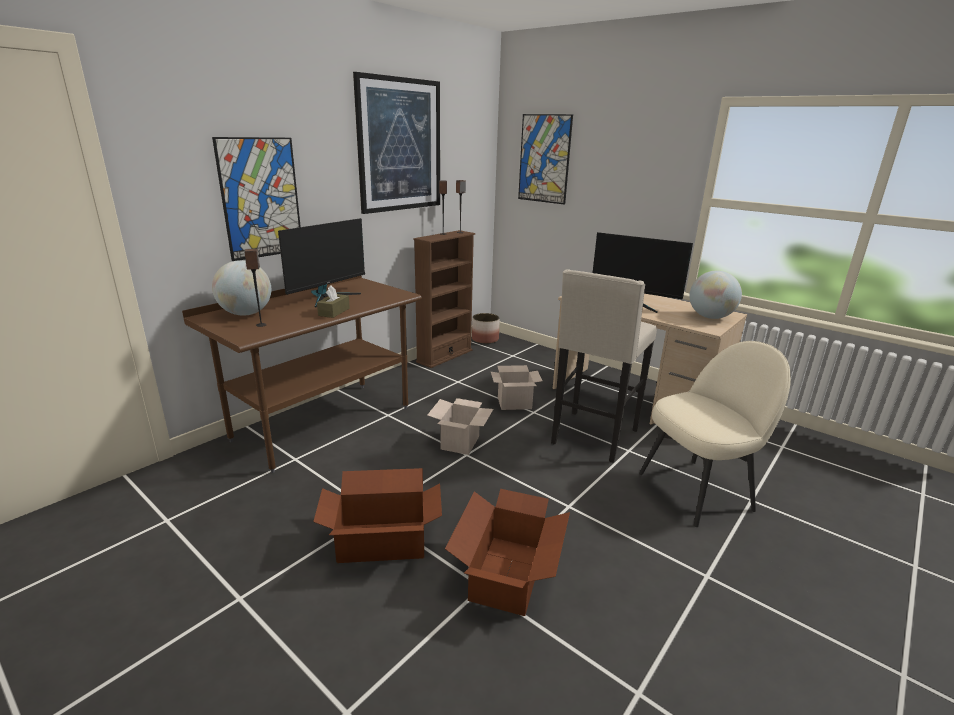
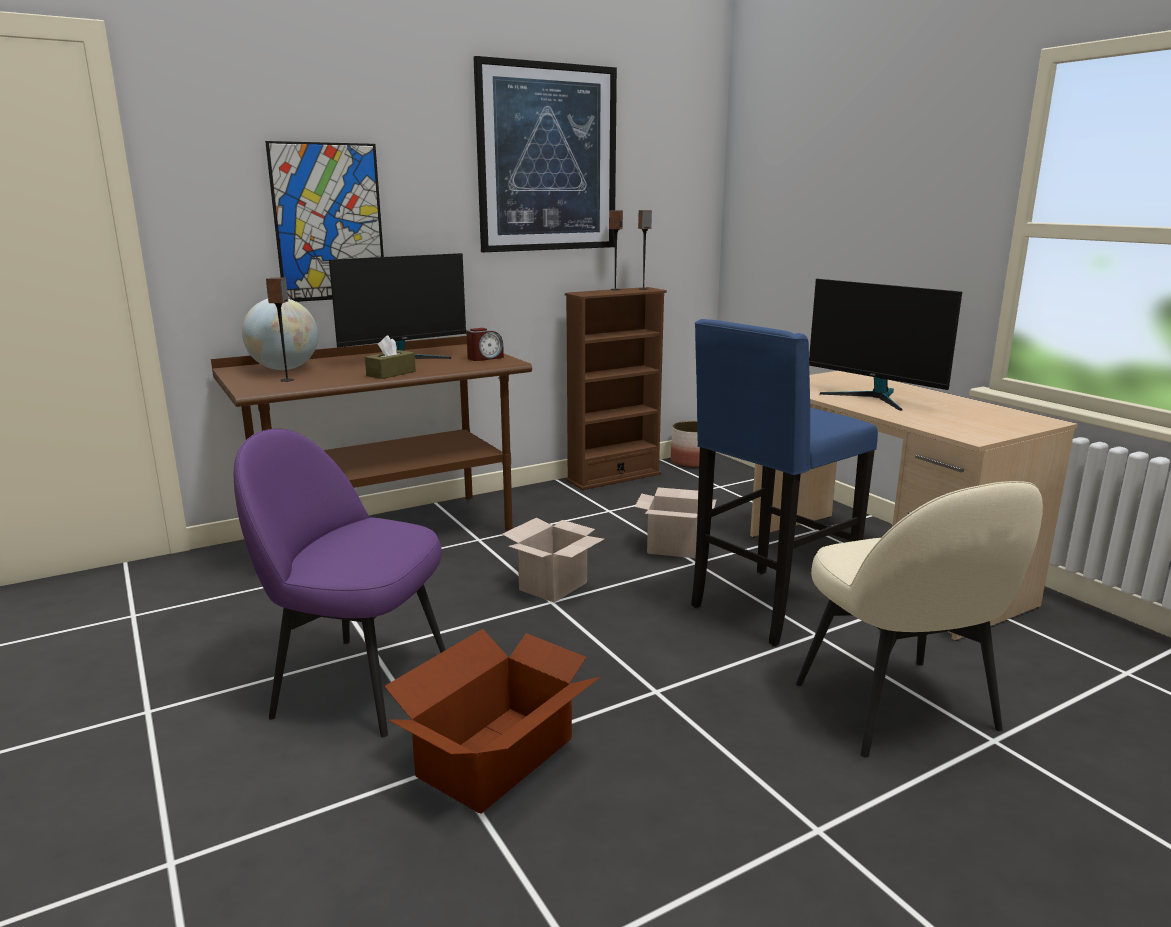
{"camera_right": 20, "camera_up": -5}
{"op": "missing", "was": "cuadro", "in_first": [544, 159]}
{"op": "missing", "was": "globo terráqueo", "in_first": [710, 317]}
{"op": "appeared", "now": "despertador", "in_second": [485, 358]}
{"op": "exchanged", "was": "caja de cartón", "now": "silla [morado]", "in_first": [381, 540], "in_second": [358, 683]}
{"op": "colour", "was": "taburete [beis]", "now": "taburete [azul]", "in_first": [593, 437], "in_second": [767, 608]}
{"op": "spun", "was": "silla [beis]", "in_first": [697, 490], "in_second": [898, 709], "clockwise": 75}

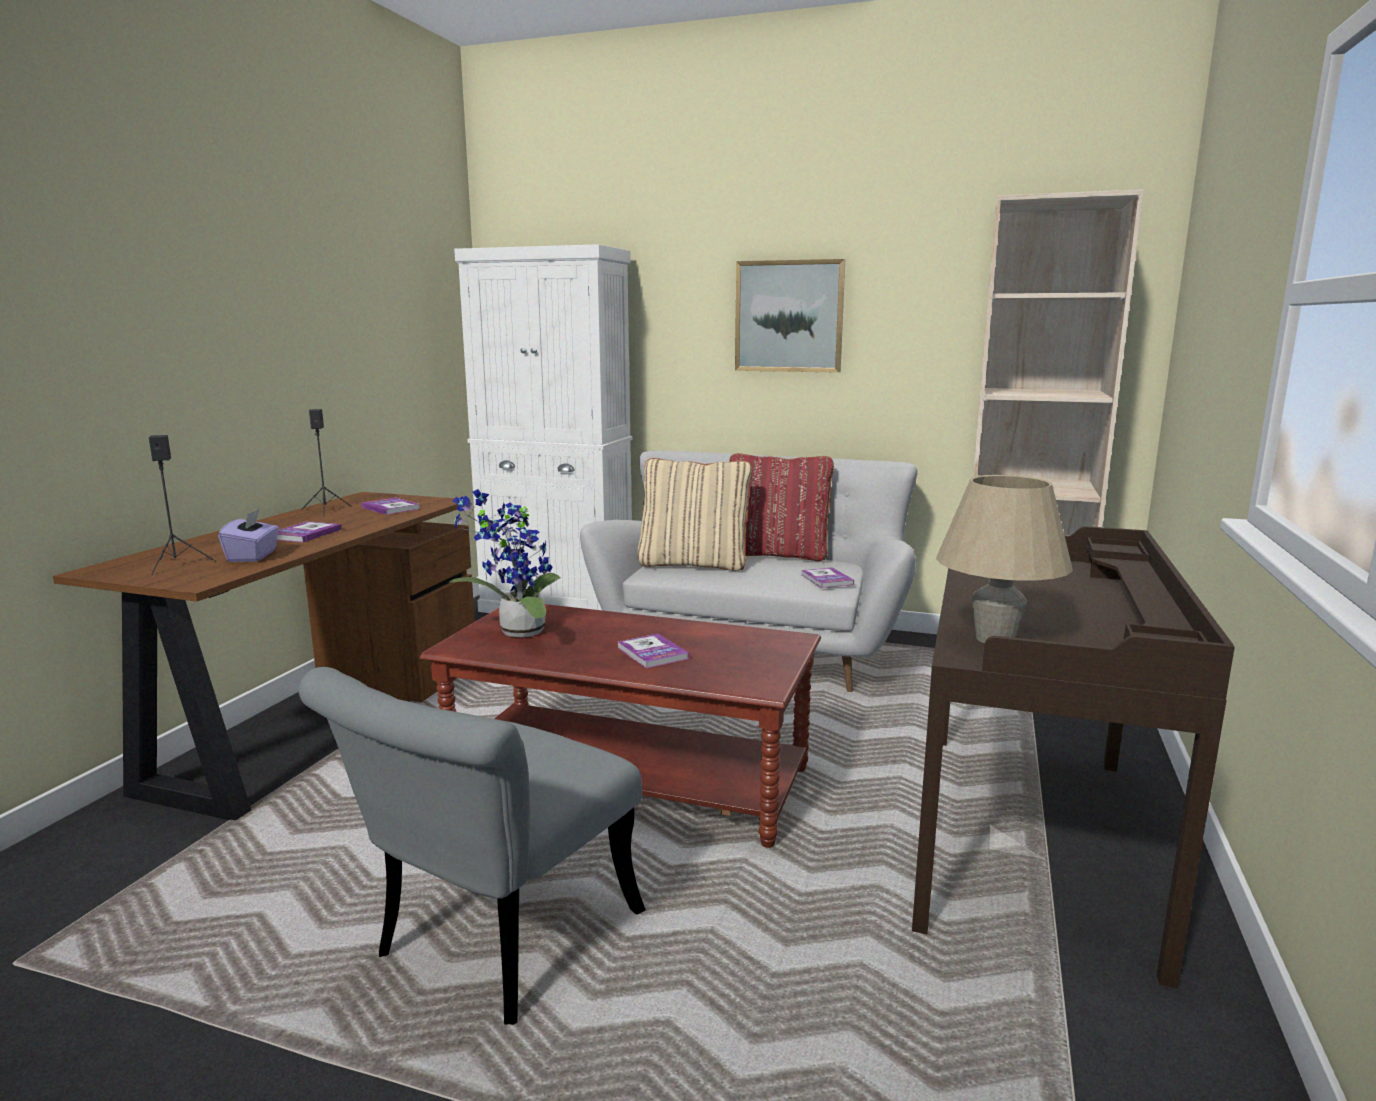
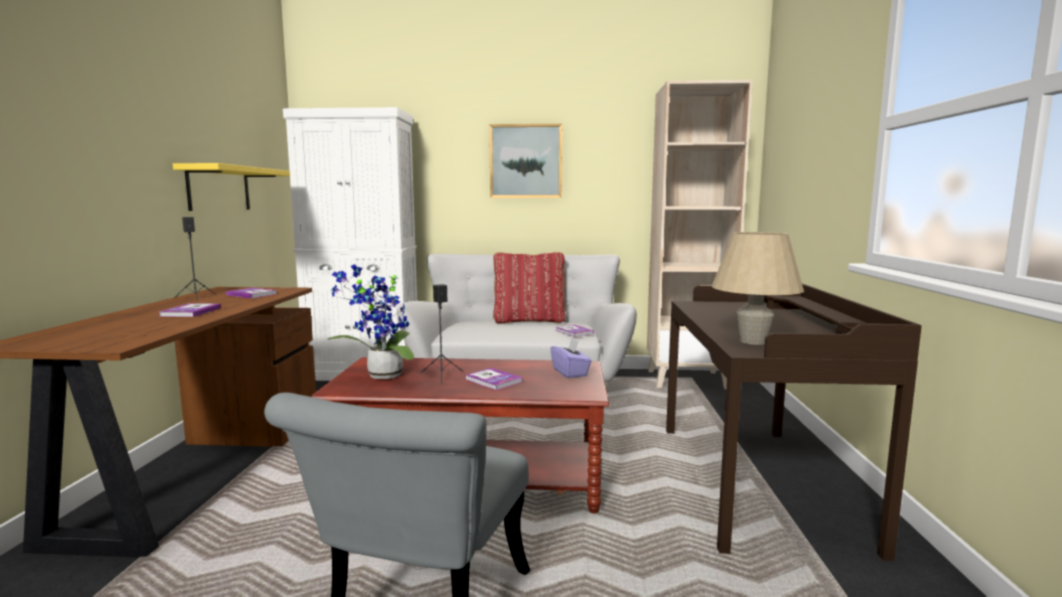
{"camera_right": -15, "camera_up": -5}
{"op": "missing", "was": "cojín [beis]", "in_first": [694, 564]}
{"op": "appeared", "now": "estante [amarillo]", "in_second": [219, 188]}
{"op": "relocated", "was": "altavoz [negro]", "in_first": [176, 565], "in_second": [442, 376]}
{"op": "relocated", "was": "caja de pañuelos [morado]", "in_first": [253, 556], "in_second": [570, 372]}

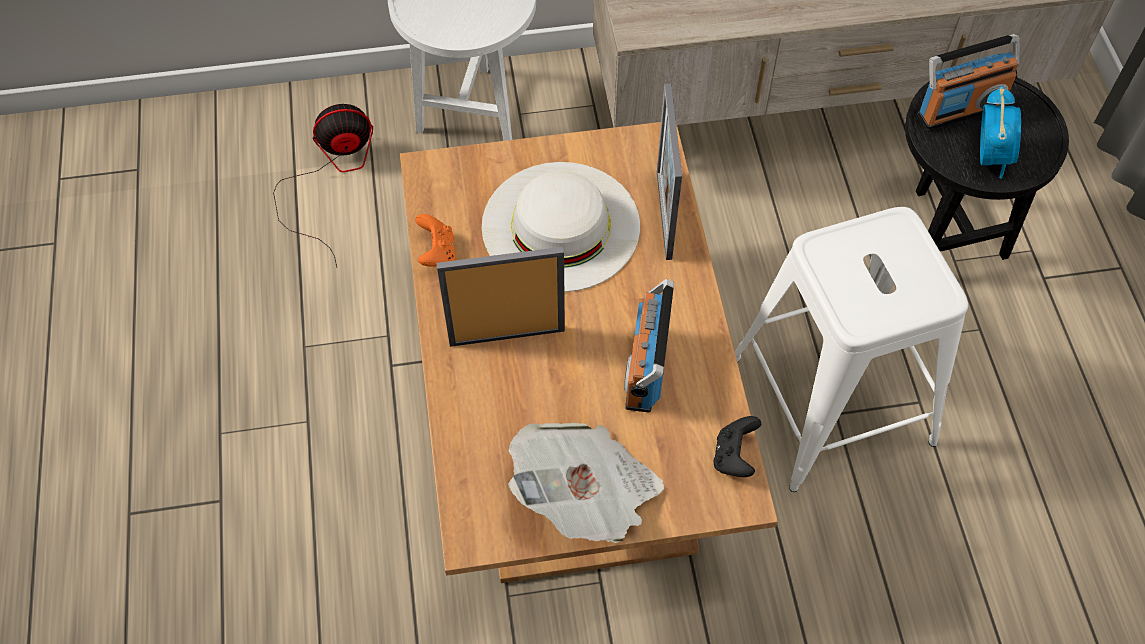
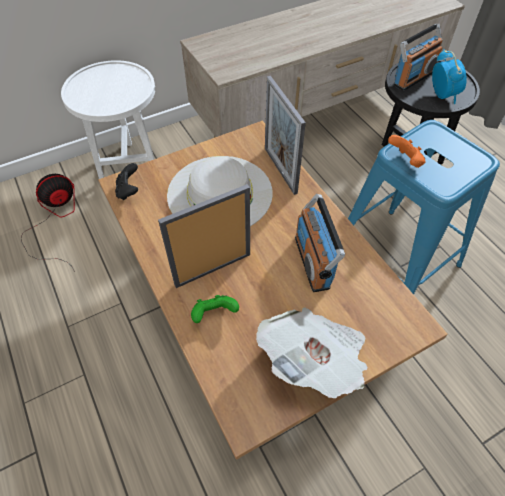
{"camera_right": -20, "camera_up": -5}
{"op": "appeared", "now": "mando de consola [verde]", "in_second": [214, 314]}
{"op": "relocated", "was": "mando de consola [naranja]", "in_first": [437, 253], "in_second": [405, 161]}
{"op": "relocated", "was": "mando de consola [negro]", "in_first": [734, 456], "in_second": [129, 191]}
{"op": "colour", "was": "taburete [blanco]", "now": "taburete [azul]", "in_first": [830, 400], "in_second": [394, 260]}

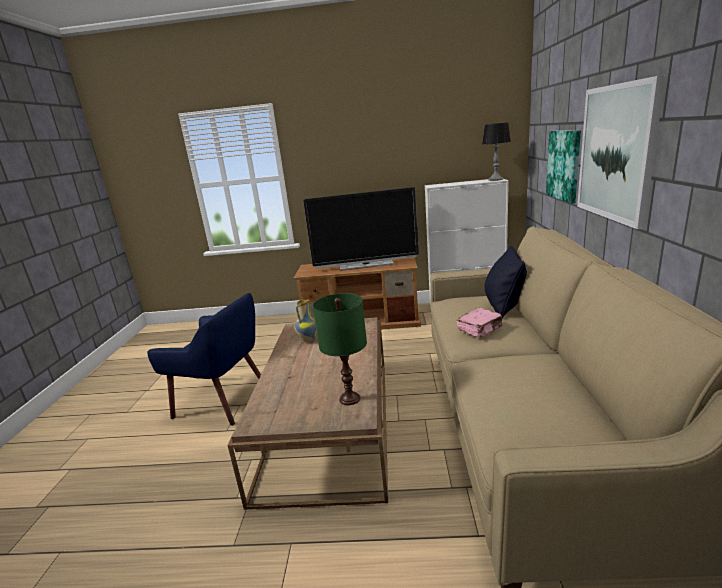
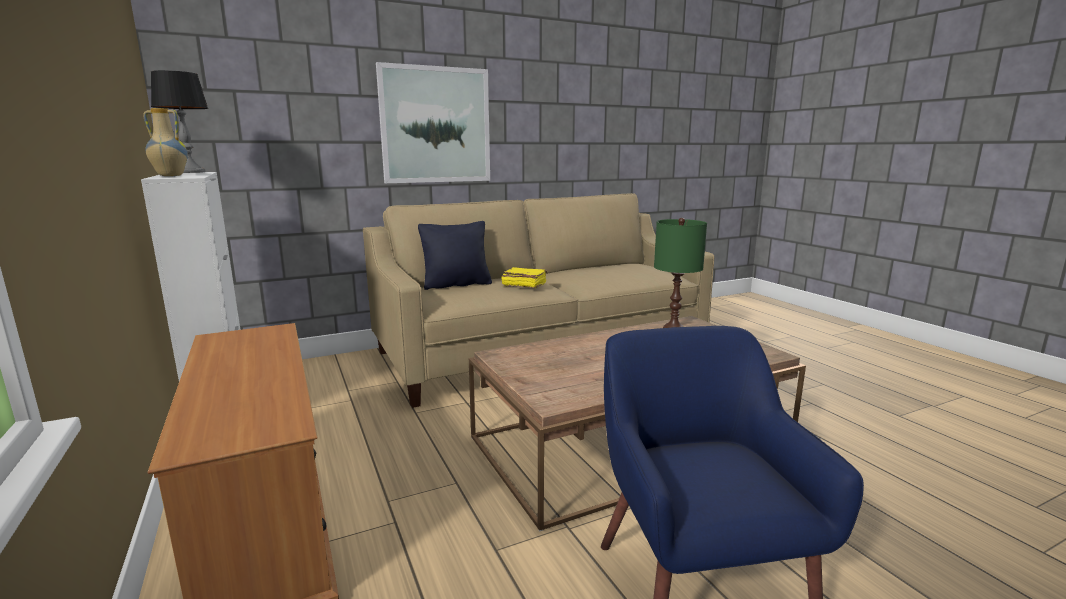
{"camera_right": -120, "camera_up": -5}
{"op": "missing", "was": "televisor", "in_first": [366, 265]}
{"op": "missing", "was": "cuadro", "in_first": [564, 165]}
{"op": "relocated", "was": "florero", "in_first": [307, 339], "in_second": [170, 176]}
{"op": "colour", "was": "libro [rosa]", "now": "libro [amarillo]", "in_first": [480, 329], "in_second": [524, 285]}

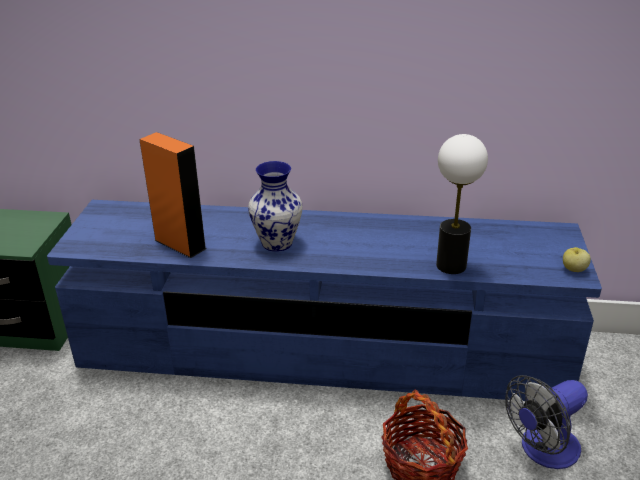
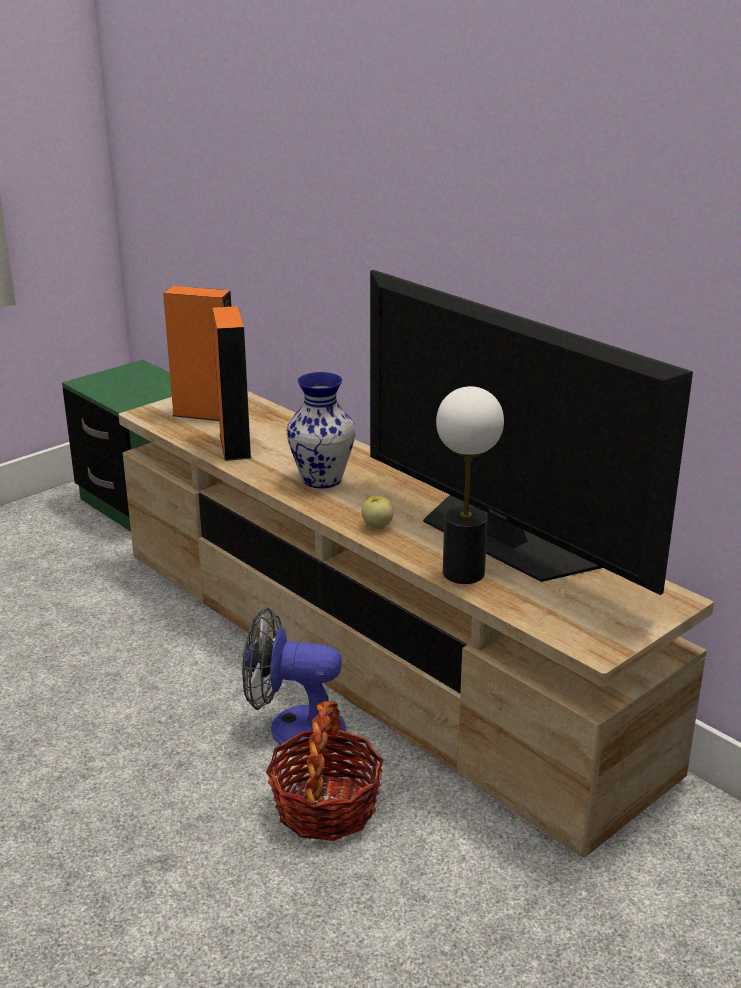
{"camera_right": 40, "camera_up": -5}
{"op": "appeared", "now": "altavoz [naranja]", "in_second": [205, 414]}
{"op": "appeared", "now": "televisor", "in_second": [503, 539]}
{"op": "relocated", "was": "ventilador", "in_first": [542, 451], "in_second": [293, 727]}
{"op": "relocated", "was": "manzana", "in_first": [573, 269], "in_second": [377, 526]}
{"op": "colour", "was": "mueble de televisión [azul]", "now": "mueble de televisión [beis]", "in_first": [321, 351], "in_second": [370, 655]}

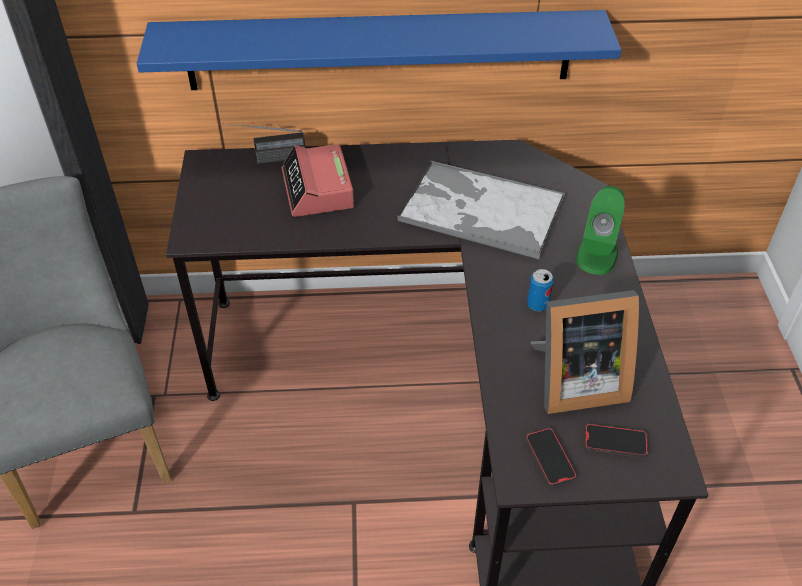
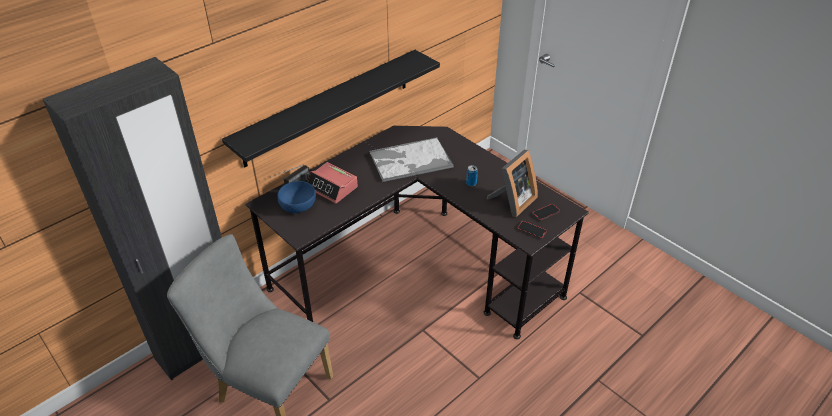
{"camera_right": -40, "camera_up": -5}
{"op": "missing", "was": "altavoz [verde]", "in_first": [597, 254]}
{"op": "appeared", "now": "cuenco [azul]", "in_second": [298, 205]}
{"op": "colour", "was": "estante [azul]", "now": "estante [negro]", "in_first": [379, 50], "in_second": [328, 107]}

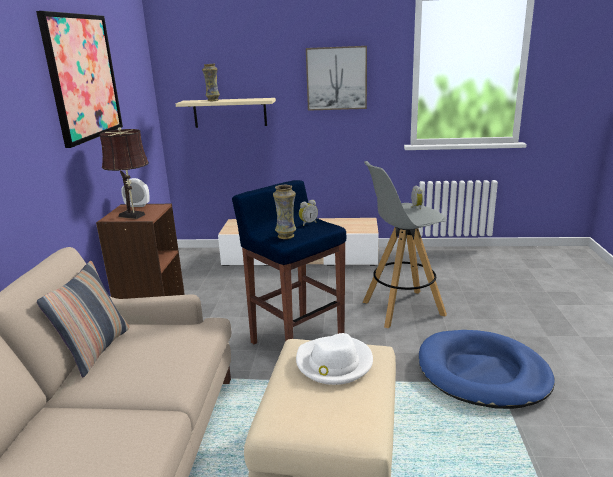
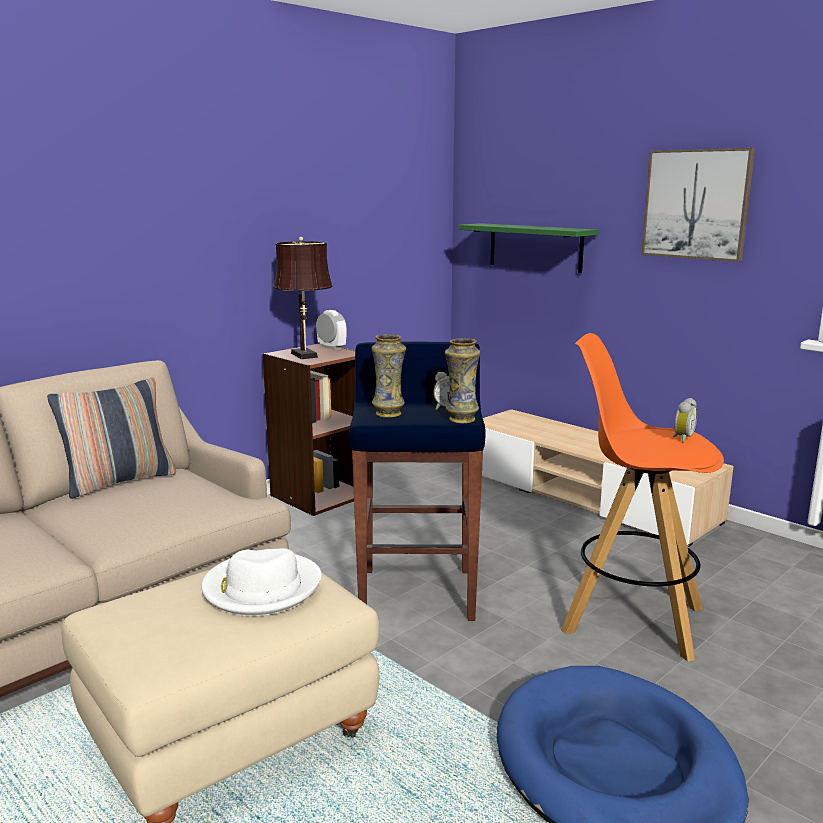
{"camera_right": 40, "camera_up": -5}
{"op": "missing", "was": "cuadro", "in_first": [83, 77]}
{"op": "relocated", "was": "florero", "in_first": [213, 100], "in_second": [461, 419]}
{"op": "colour", "was": "estante [beis]", "now": "estante [verde]", "in_first": [230, 113], "in_second": [535, 247]}
{"op": "colour", "was": "taburete [gris]", "now": "taburete [naranja]", "in_first": [402, 308], "in_second": [630, 619]}

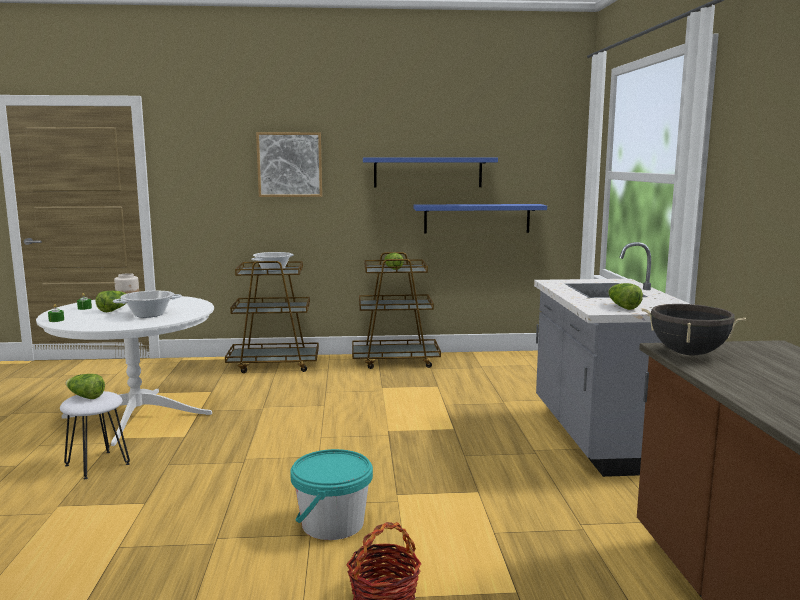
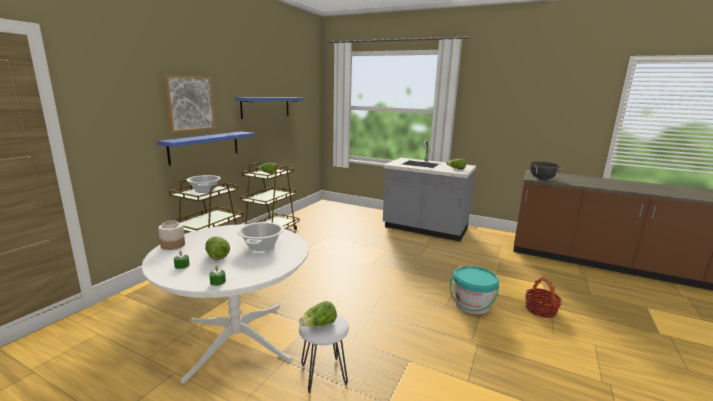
{"camera_right": -60, "camera_up": 5}
{"op": "relocated", "was": "estante [azul]", "in_first": [477, 218], "in_second": [205, 147]}

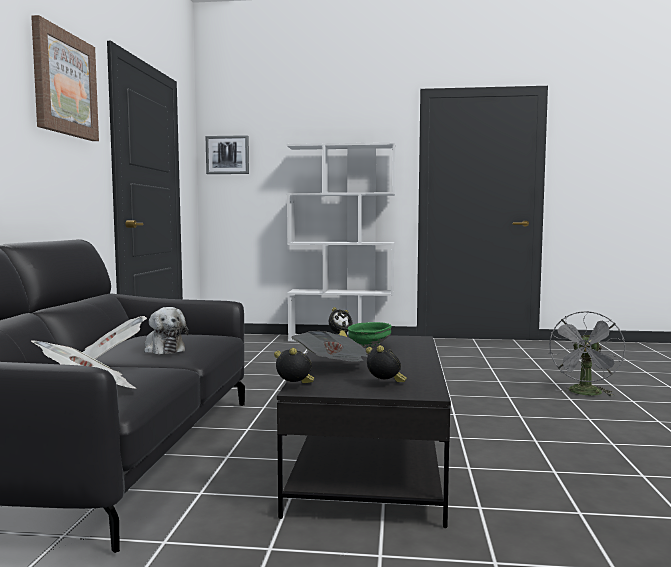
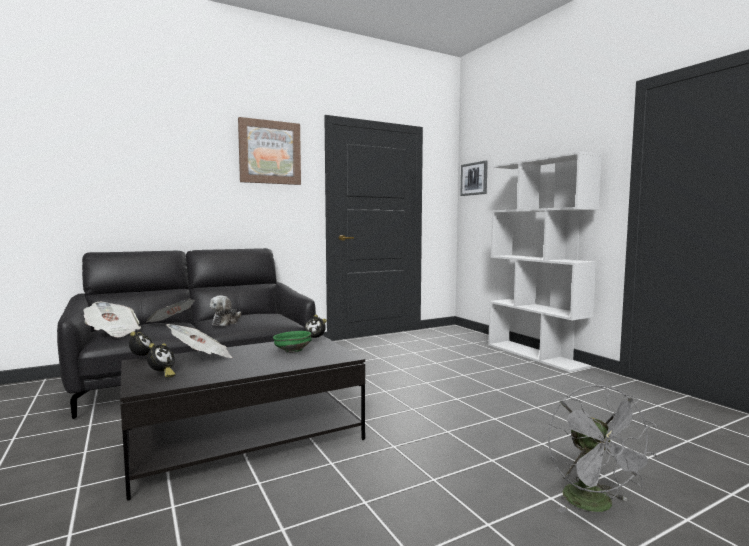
{"camera_right": 55, "camera_up": 0}
{"op": "spun", "was": "ventilador [gris]", "in_first": [585, 394], "in_second": [595, 505], "clockwise": -90}

